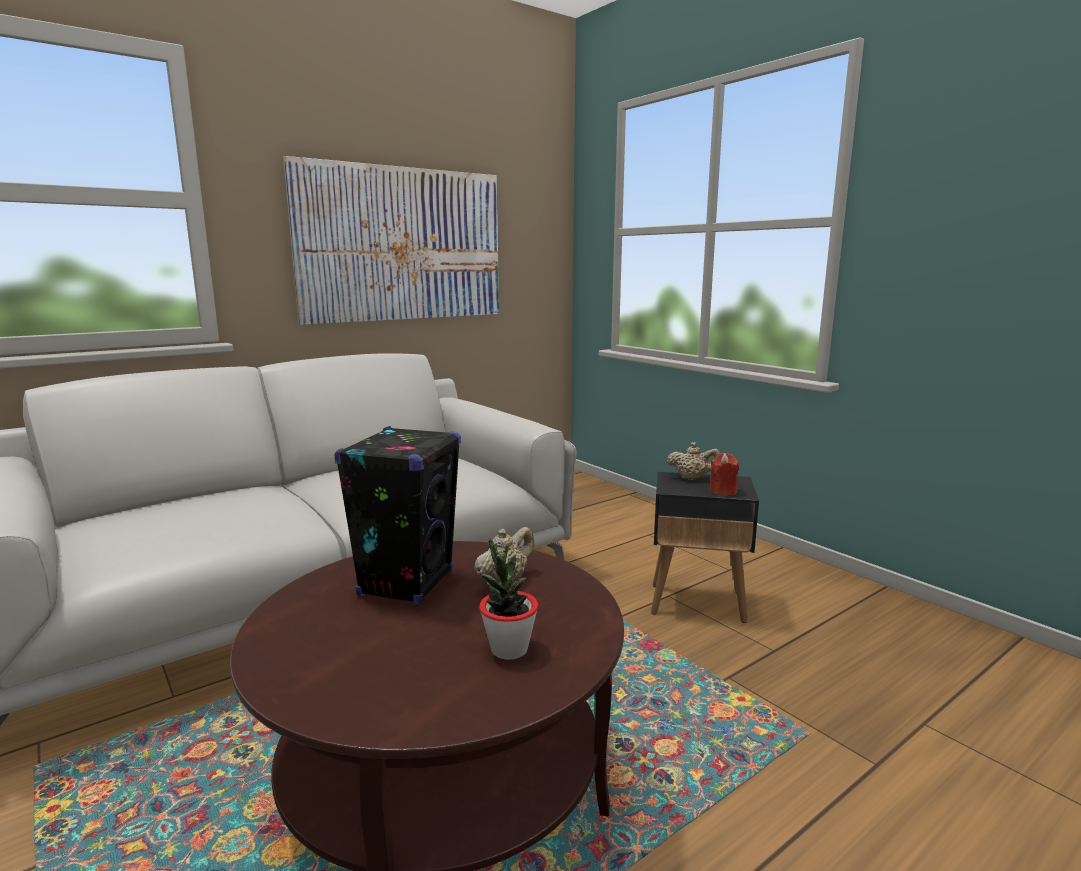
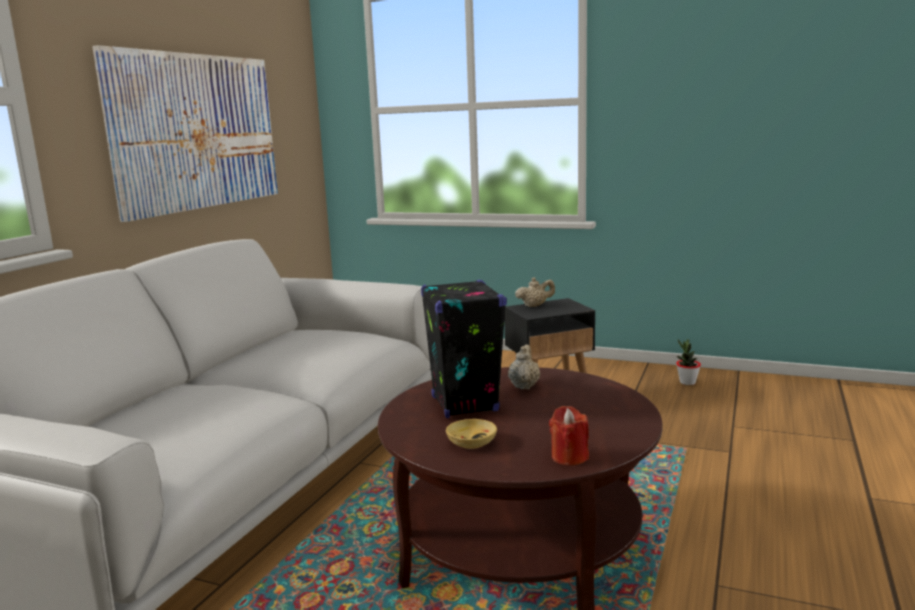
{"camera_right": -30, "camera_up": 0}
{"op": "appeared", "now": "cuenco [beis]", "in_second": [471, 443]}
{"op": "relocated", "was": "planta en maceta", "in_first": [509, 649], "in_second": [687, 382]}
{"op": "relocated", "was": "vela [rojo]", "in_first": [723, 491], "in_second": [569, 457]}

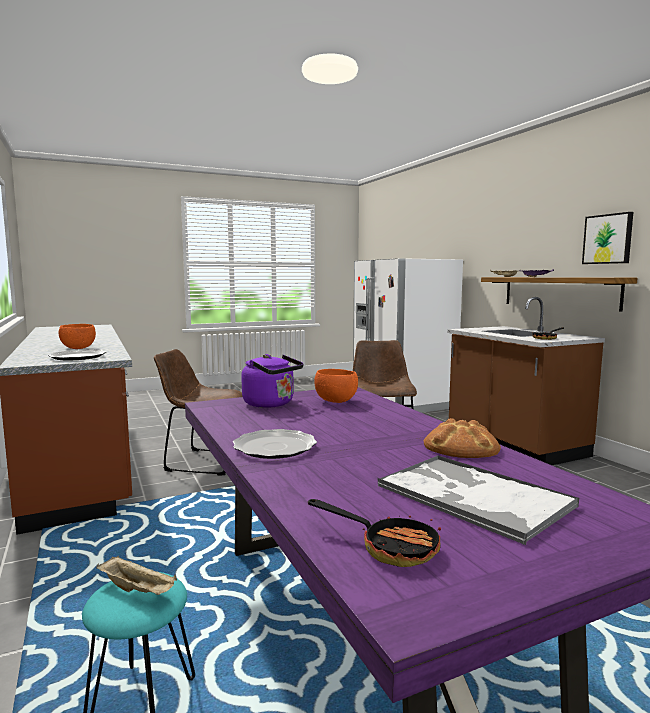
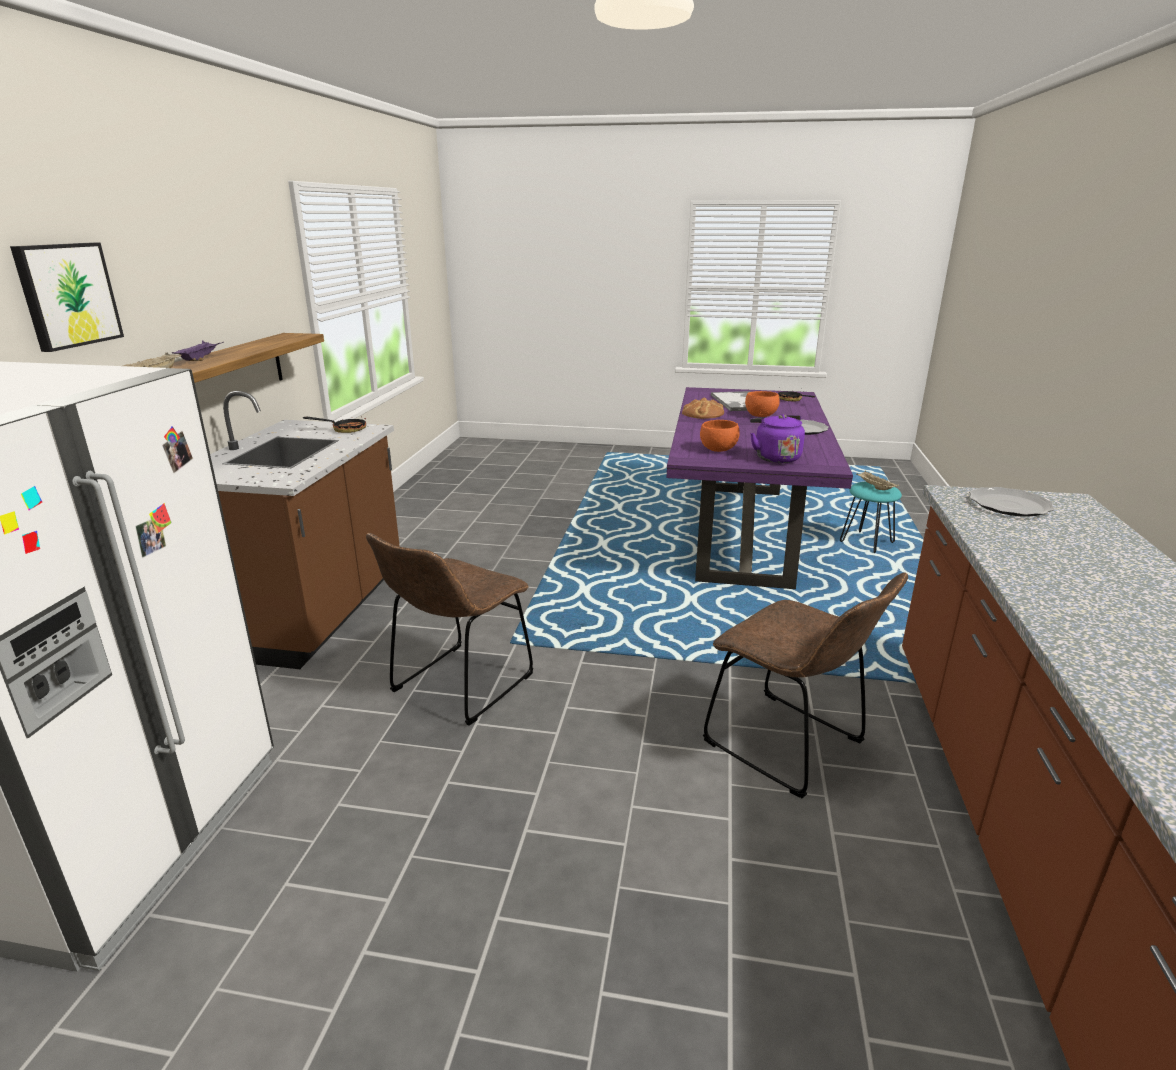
{"camera_right": -145, "camera_up": 15}
{"op": "relocated", "was": "cuenco [naranja]", "in_first": [78, 348], "in_second": [761, 416]}
{"op": "relocated", "was": "cuadro", "in_first": [608, 239], "in_second": [67, 295]}

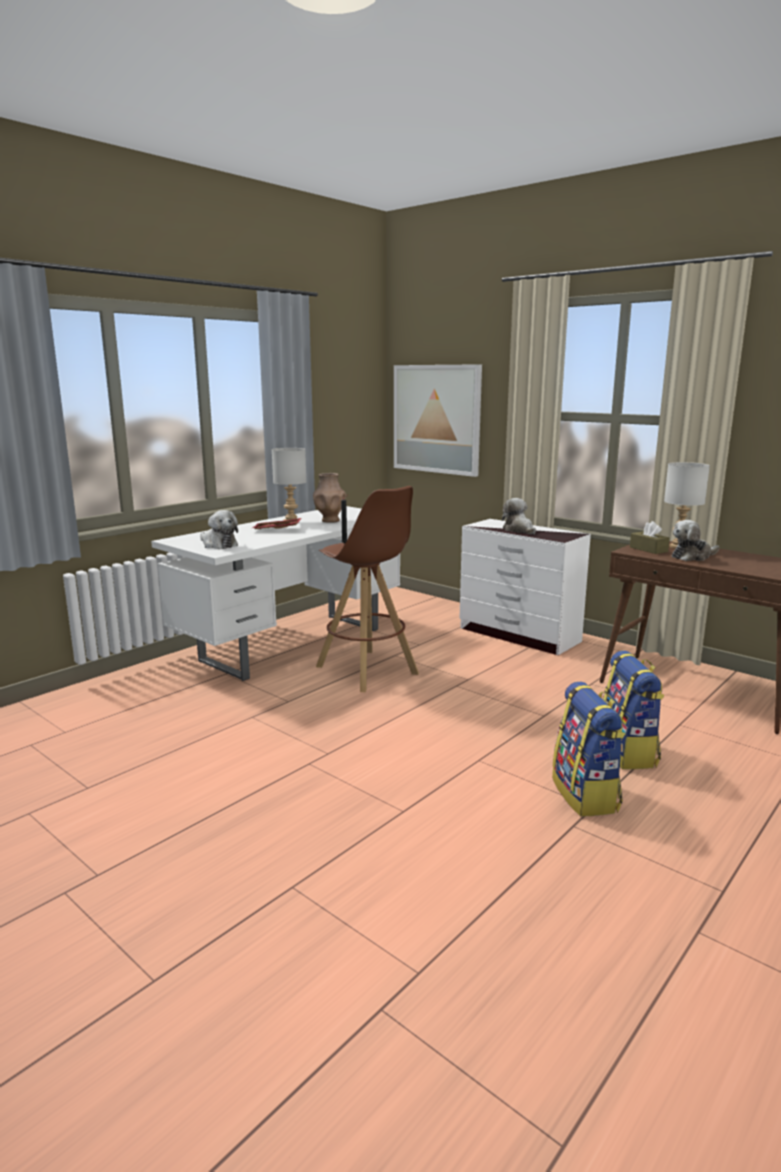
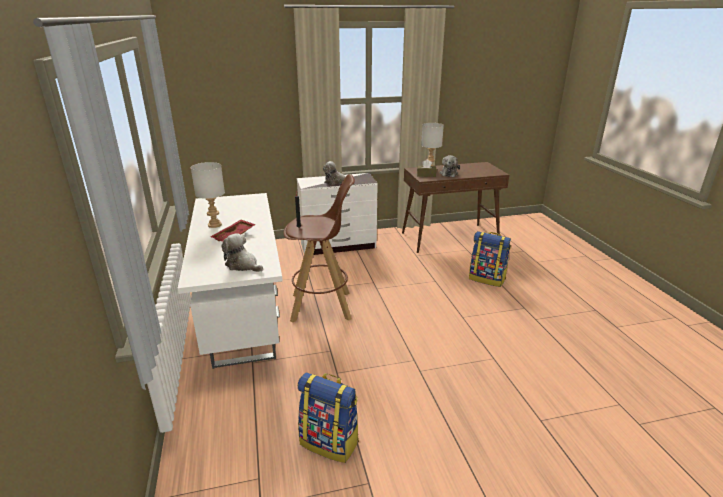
{"camera_right": -55, "camera_up": 10}
{"op": "missing", "was": "florero [marrón]", "in_first": [330, 520]}
{"op": "missing", "was": "cuadro", "in_first": [436, 419]}
{"op": "relocated", "was": "mochila", "in_first": [586, 795], "in_second": [330, 442]}
{"op": "spun", "was": "peluche", "in_first": [218, 544], "in_second": [243, 265], "clockwise": -135}

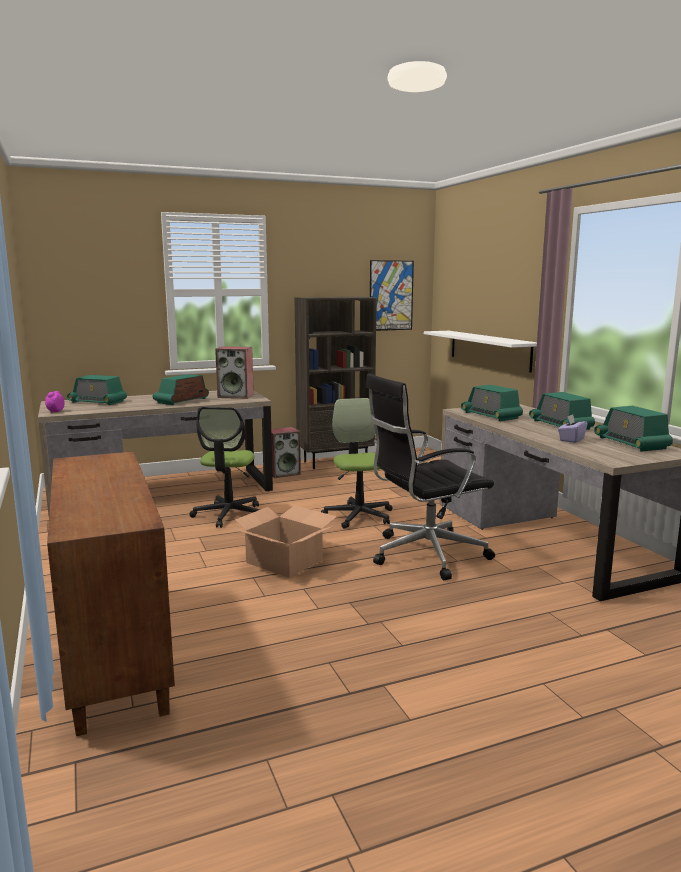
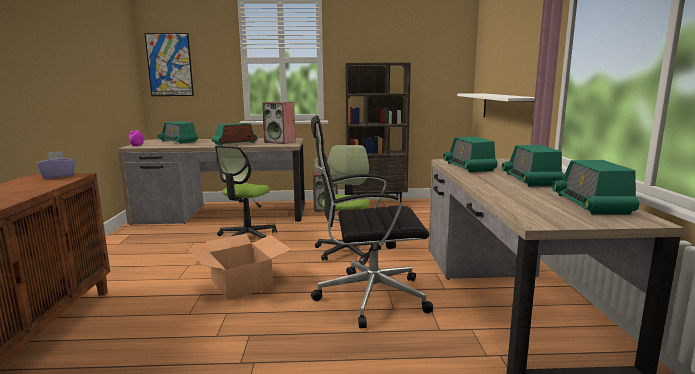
{"camera_right": 20, "camera_up": 0}
{"op": "relocated", "was": "cuadro", "in_first": [391, 295], "in_second": [169, 65]}
{"op": "relocated", "was": "caja de pañuelos [morado]", "in_first": [571, 439], "in_second": [58, 176]}

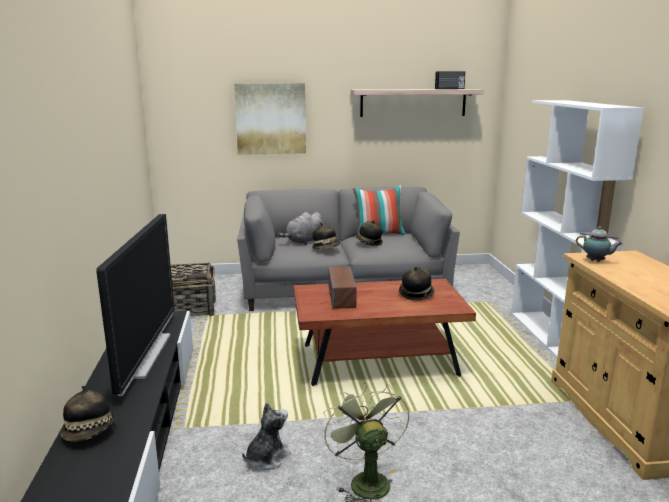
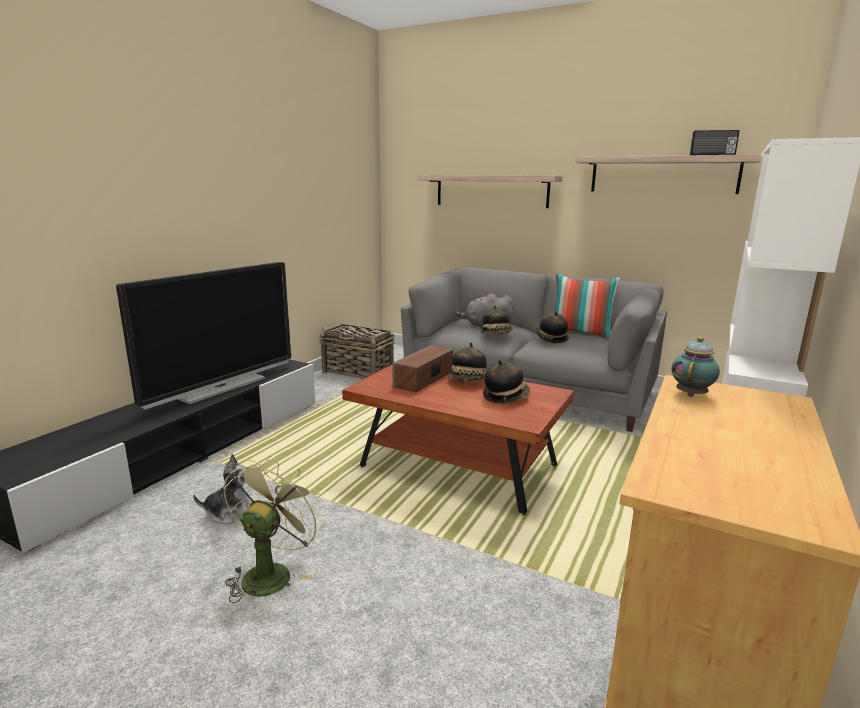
{"camera_right": 35, "camera_up": 0}
{"op": "relocated", "was": "sombrero", "in_first": [90, 432], "in_second": [468, 381]}
{"op": "exchanged", "was": "cuadro", "now": "estante", "in_first": [270, 118], "in_second": [491, 191]}
{"op": "spun", "was": "tetera", "in_first": [596, 261], "in_second": [692, 394], "clockwise": -120}

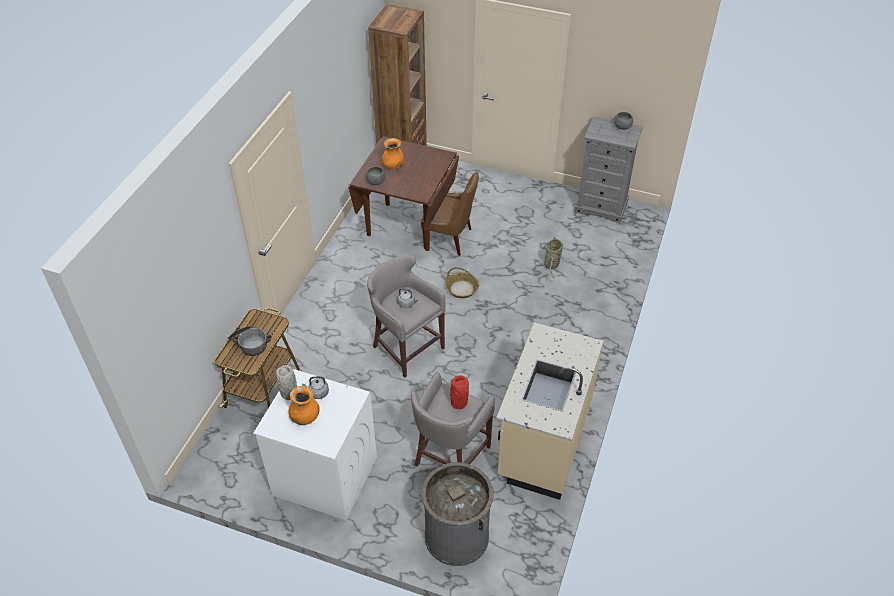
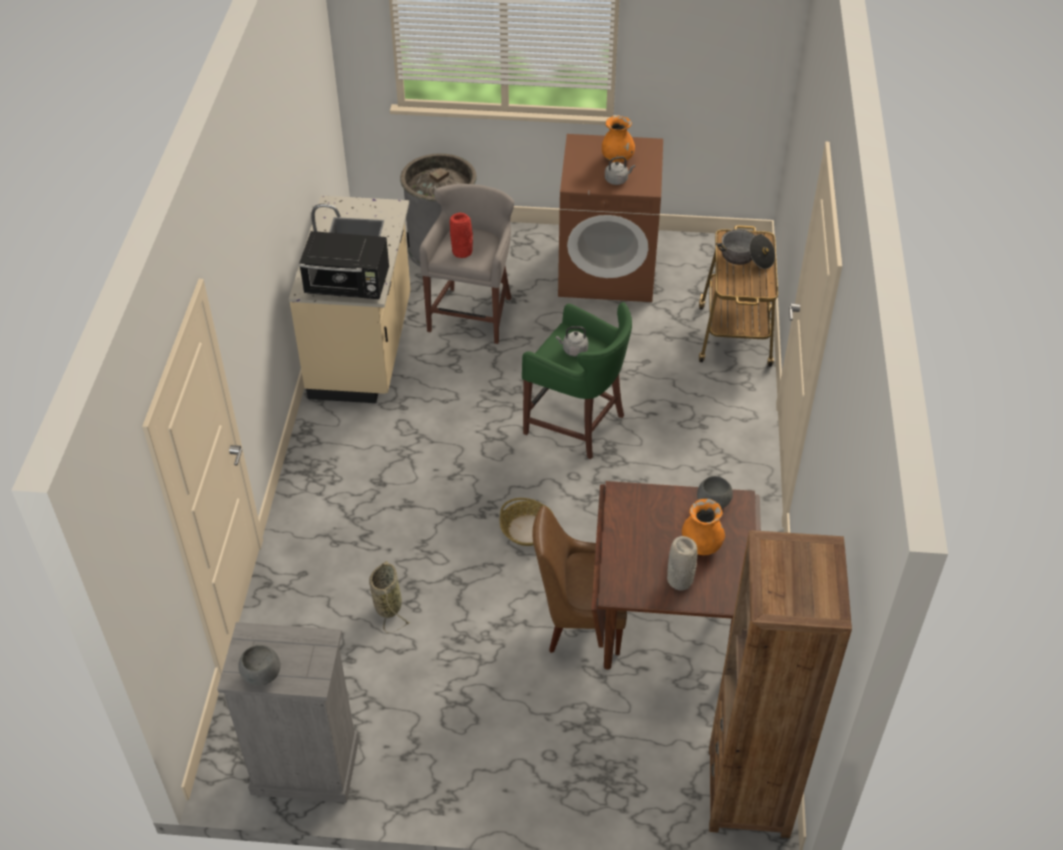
{"camera_right": 165, "camera_up": 0}
{"op": "appeared", "now": "microondas [negro]", "in_second": [348, 286]}
{"op": "relocated", "was": "florero [gris]", "in_first": [289, 393], "in_second": [680, 581]}
{"op": "colour", "was": "lavadora [blanco]", "now": "lavadora [marrón]", "in_first": [324, 476], "in_second": [608, 270]}
{"op": "colour", "was": "taburete [gris]", "now": "taburete [verde]", "in_first": [406, 347], "in_second": [577, 424]}

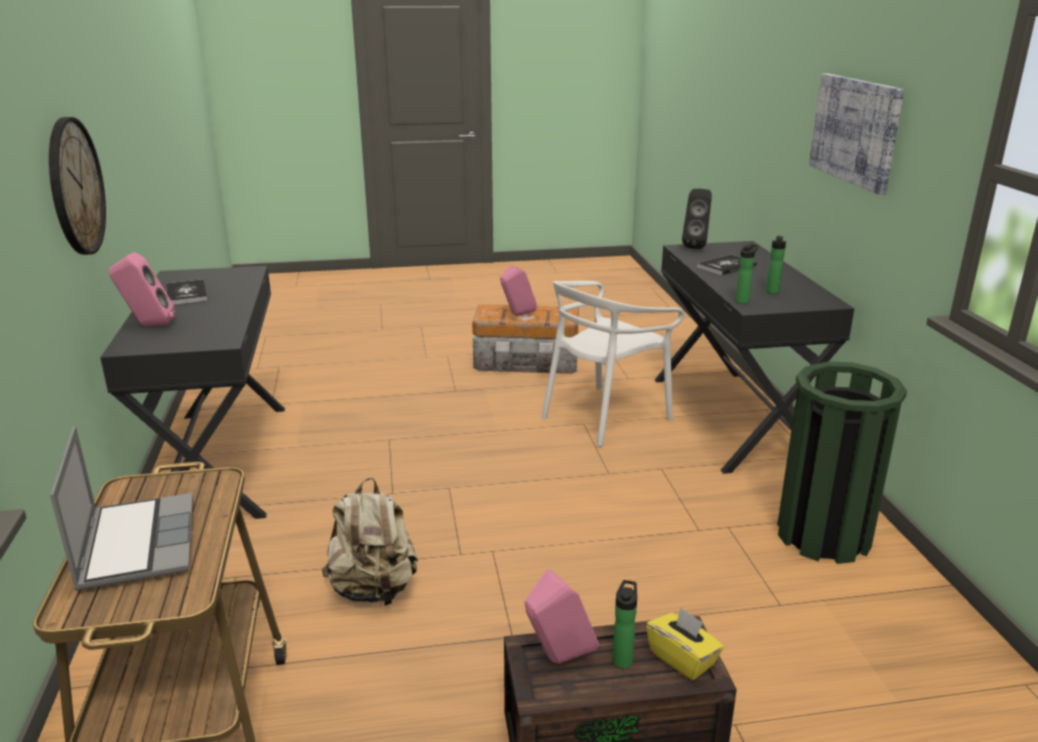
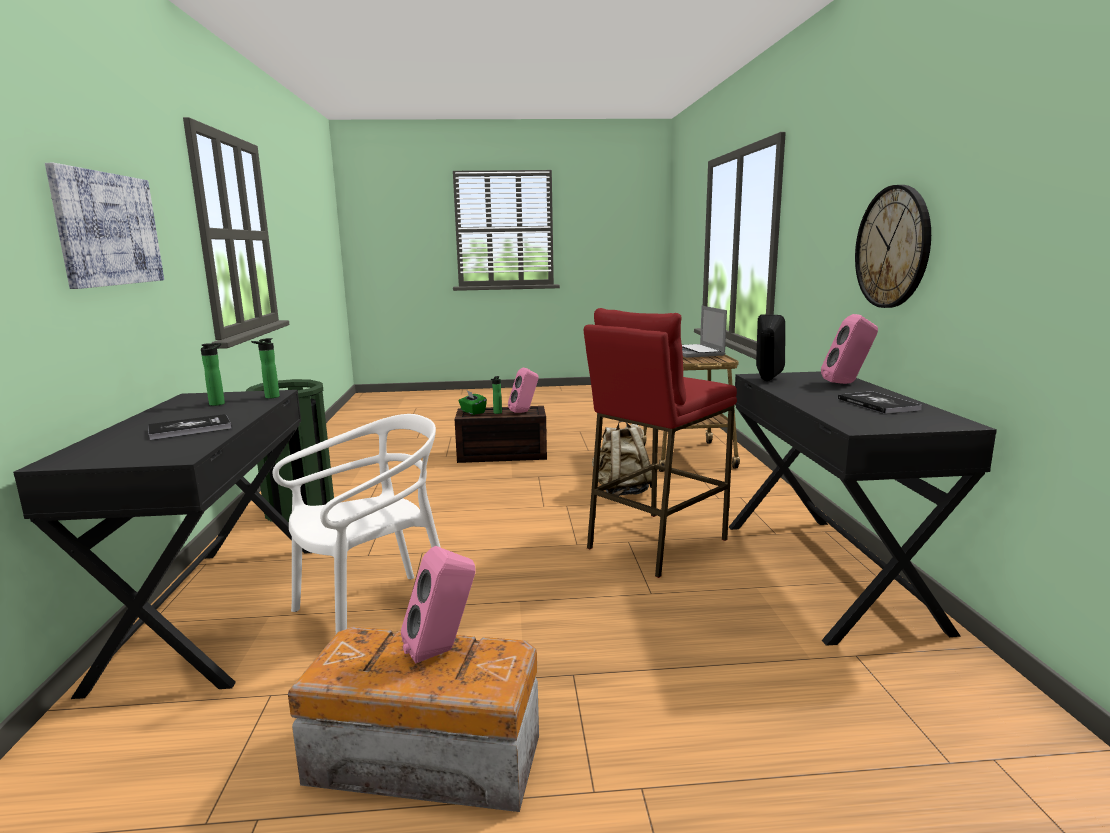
{"camera_right": -175, "camera_up": -10}
{"op": "appeared", "now": "taburete [rojo]", "in_second": [655, 543]}
{"op": "relocated", "was": "altavoz [negro]", "in_first": [696, 246], "in_second": [766, 381]}
{"op": "colour", "was": "caja de pañuelos [amarillo]", "now": "caja de pañuelos [verde]", "in_first": [682, 659], "in_second": [472, 412]}

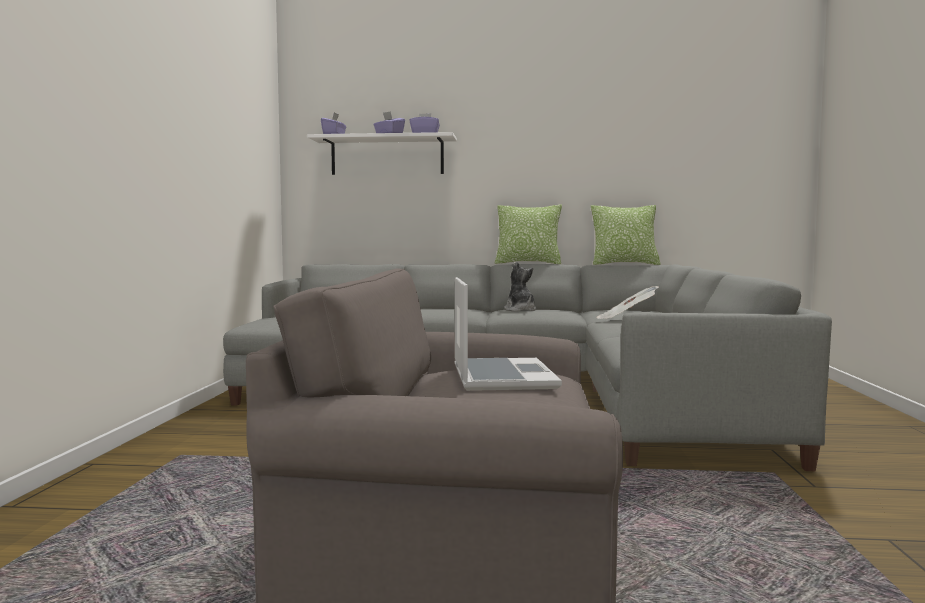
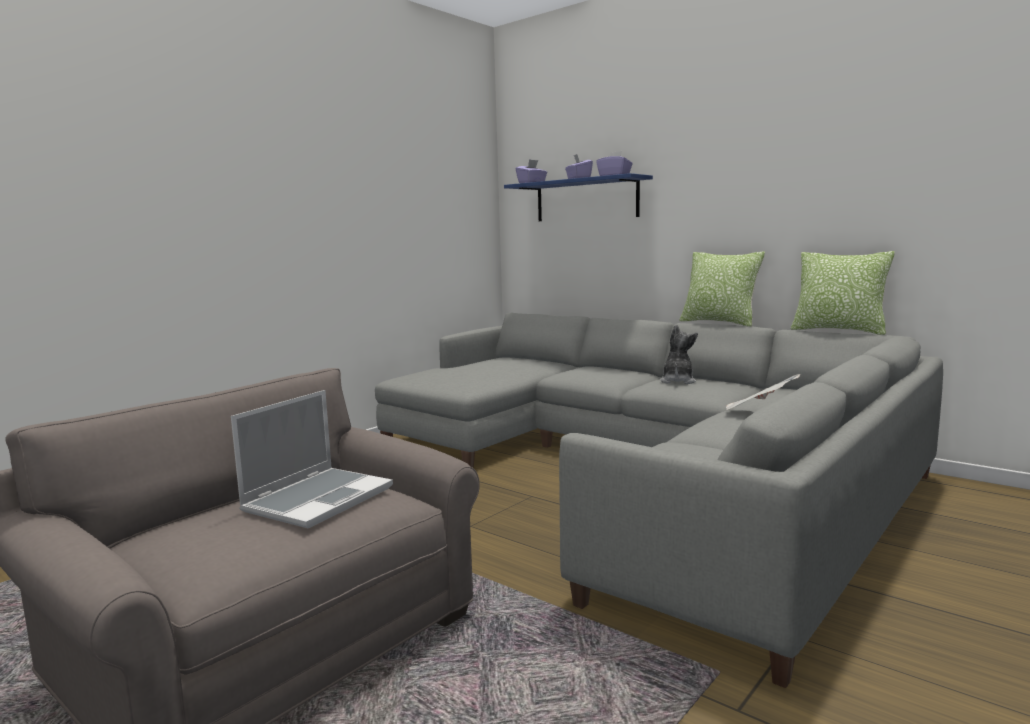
{"camera_right": 35, "camera_up": 5}
{"op": "colour", "was": "estante [blanco]", "now": "estante [azul]", "in_first": [387, 156], "in_second": [586, 200]}

